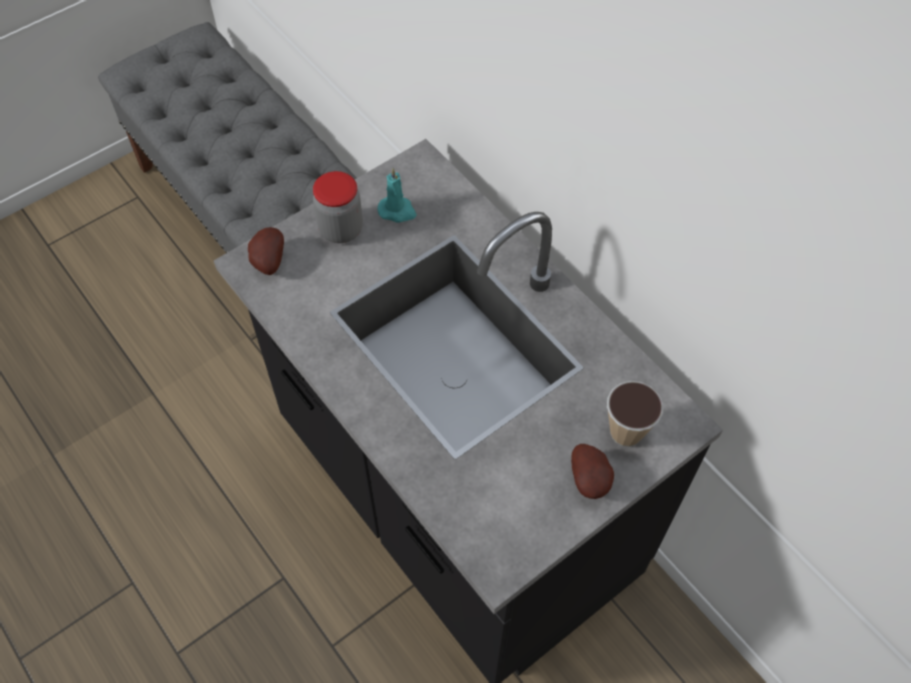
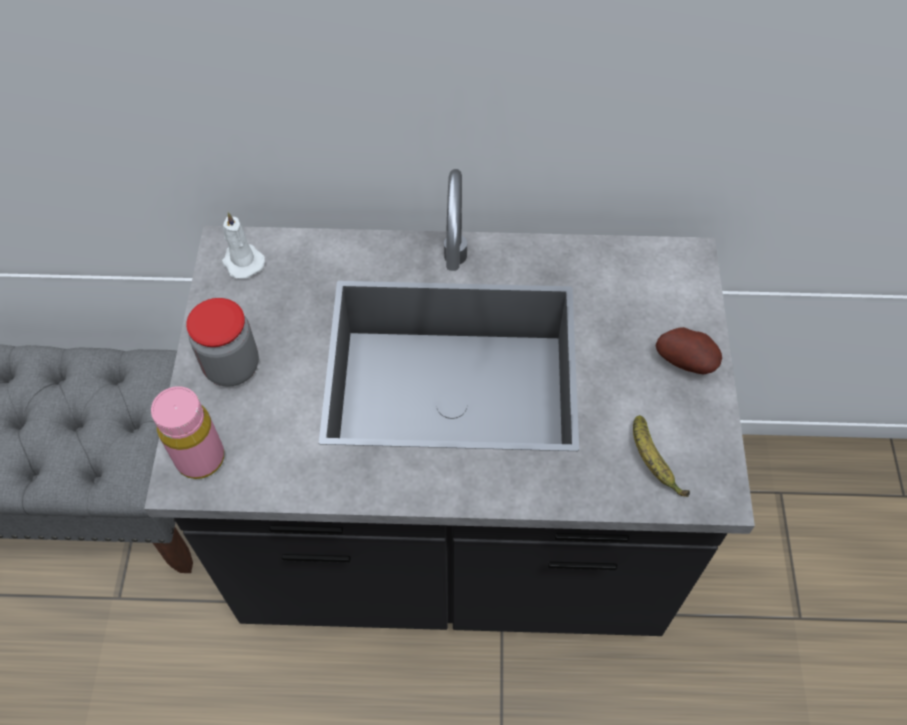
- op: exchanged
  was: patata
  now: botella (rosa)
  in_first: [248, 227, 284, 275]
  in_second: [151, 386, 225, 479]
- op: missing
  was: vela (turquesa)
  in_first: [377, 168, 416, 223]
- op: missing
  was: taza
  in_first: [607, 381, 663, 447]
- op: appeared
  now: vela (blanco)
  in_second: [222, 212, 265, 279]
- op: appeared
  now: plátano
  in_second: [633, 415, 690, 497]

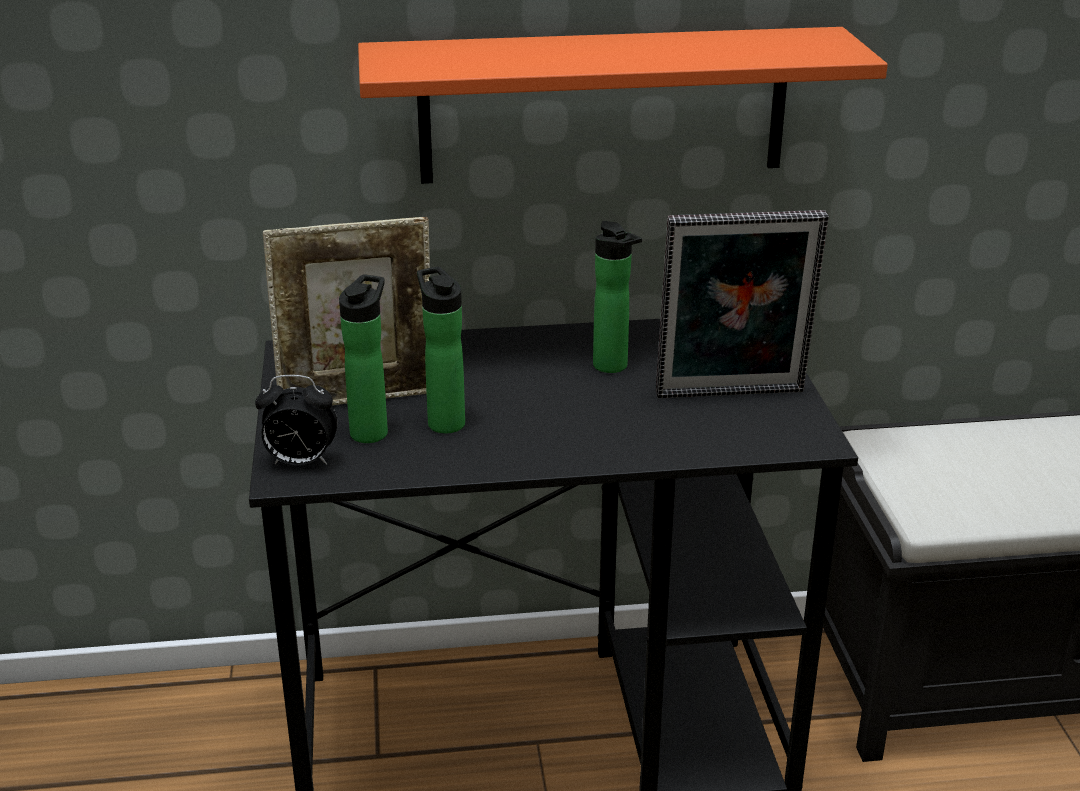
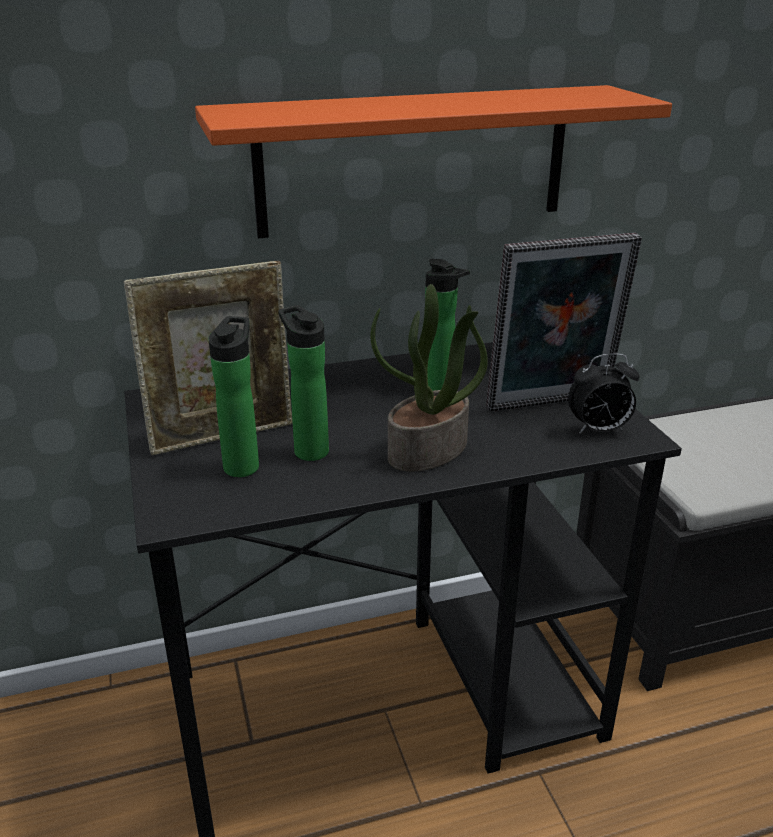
- op: relocated
  was: despertador
  in_first: [255, 375, 338, 465]
  in_second: [568, 353, 640, 434]
- op: appeared
  now: planta en maceta
  in_second: [370, 284, 488, 472]

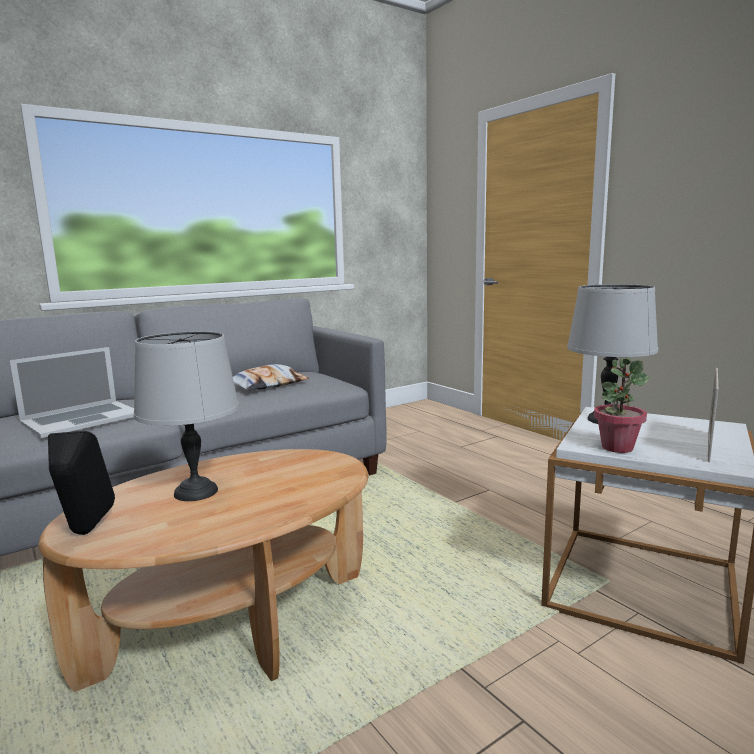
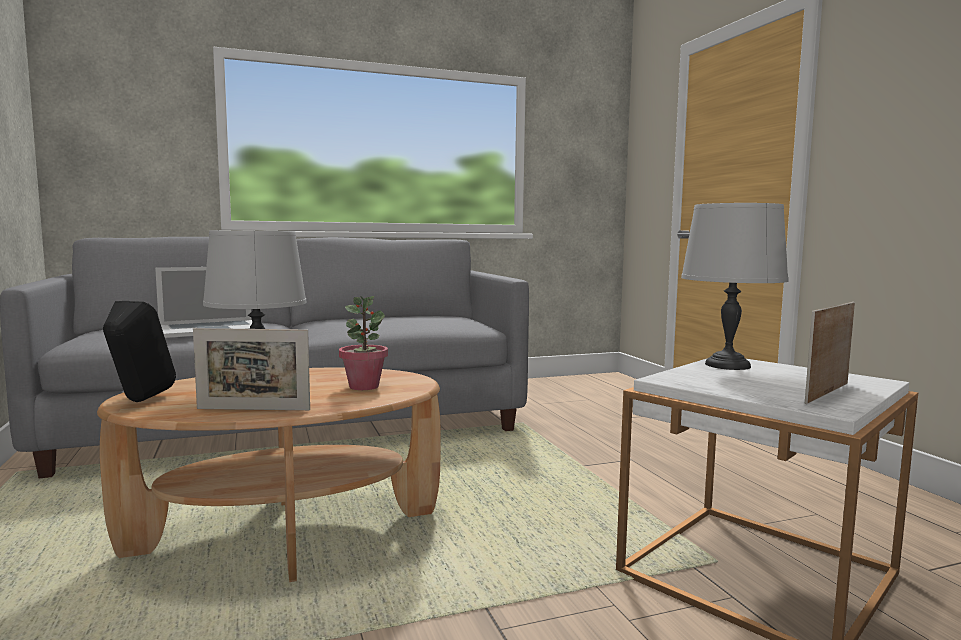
- op: missing
  was: cojín
  in_first: [233, 364, 309, 391]
- op: relocated
  was: planta en maceta
  in_first: [594, 357, 649, 453]
  in_second: [339, 296, 388, 390]
- op: appeared
  now: portarretratos
  in_second: [193, 328, 310, 410]

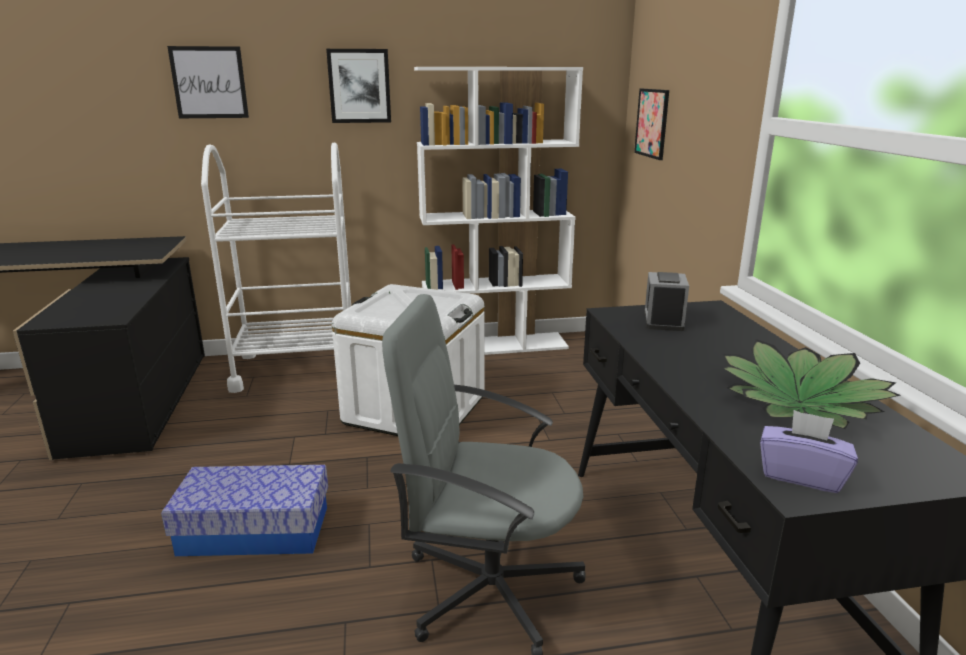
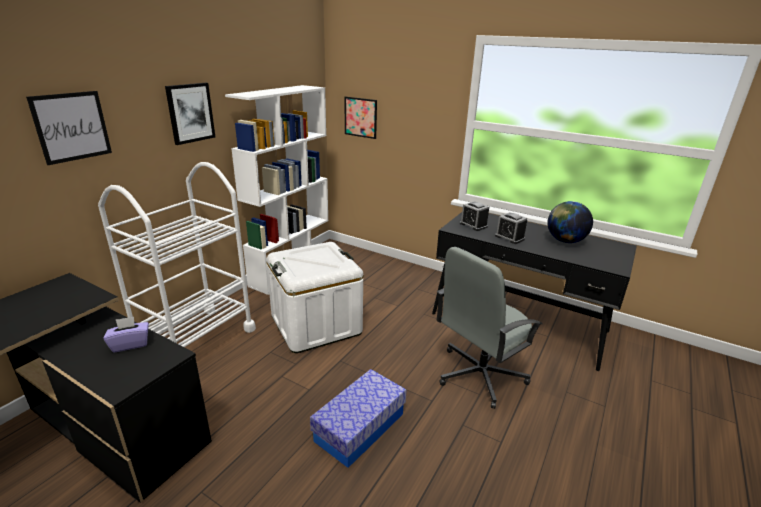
- op: exchanged
  was: planta en maceta
  now: globo terráqueo
  in_first: [722, 339, 901, 429]
  in_second: [547, 201, 593, 243]
- op: relocated
  was: caja de pañuelos (morado)
  in_first: [760, 410, 858, 493]
  in_second: [104, 317, 149, 352]
- op: appeared
  now: despertador
  in_second: [495, 212, 527, 244]

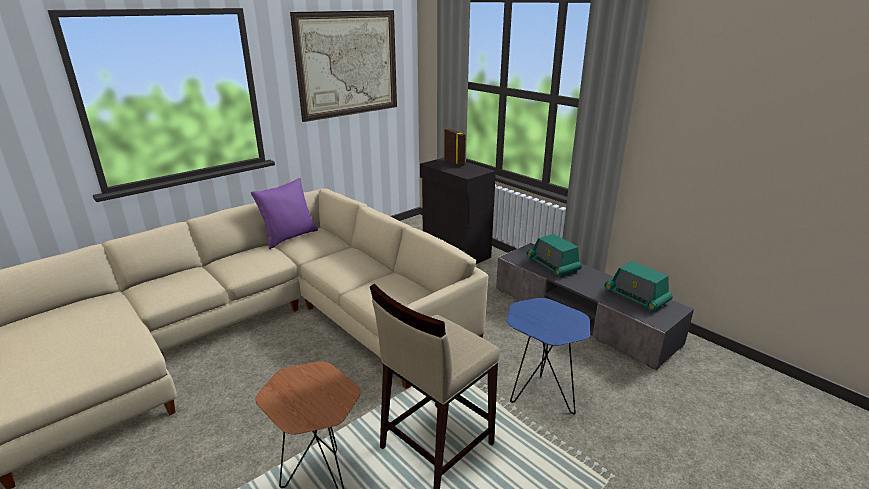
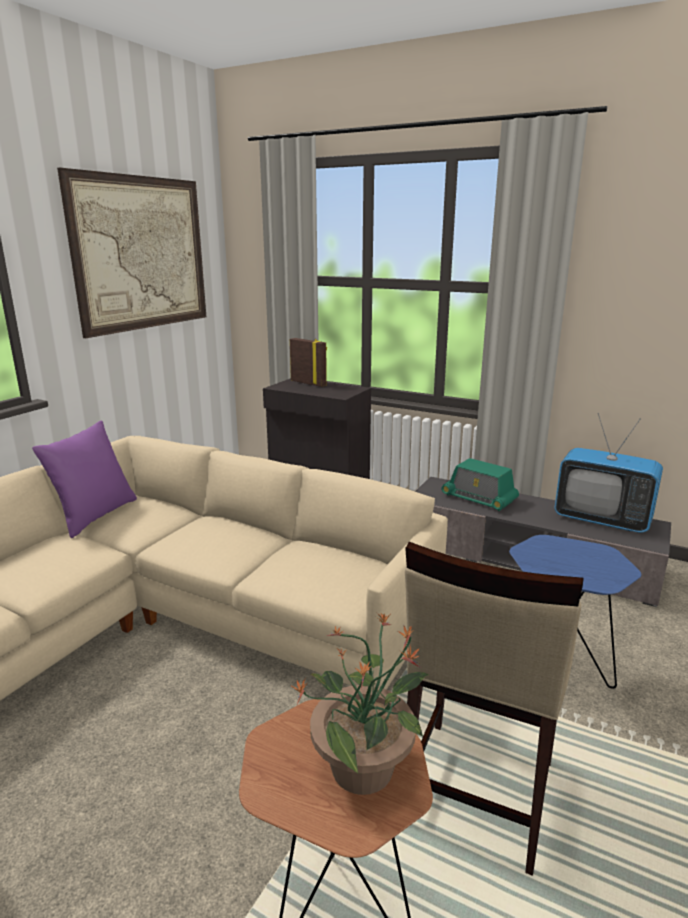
- op: exchanged
  was: radio
  now: televisor
  in_first: [604, 261, 673, 311]
  in_second: [554, 413, 663, 533]
- op: appeared
  now: planta en maceta
  in_second: [290, 613, 428, 795]

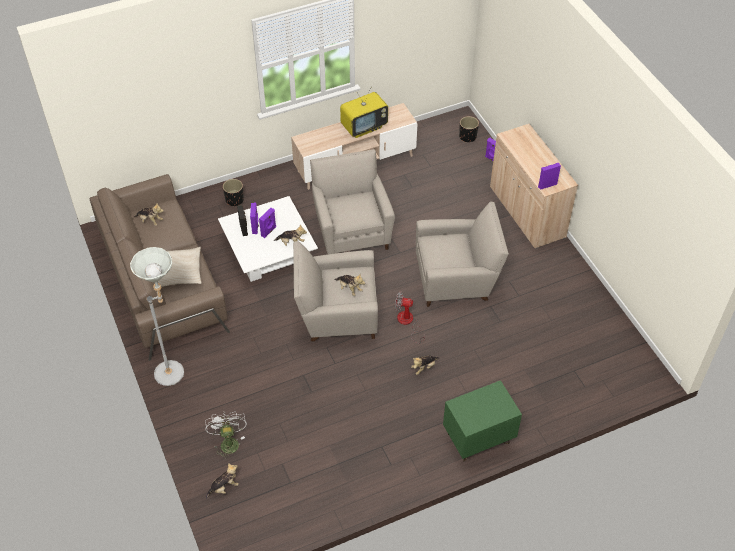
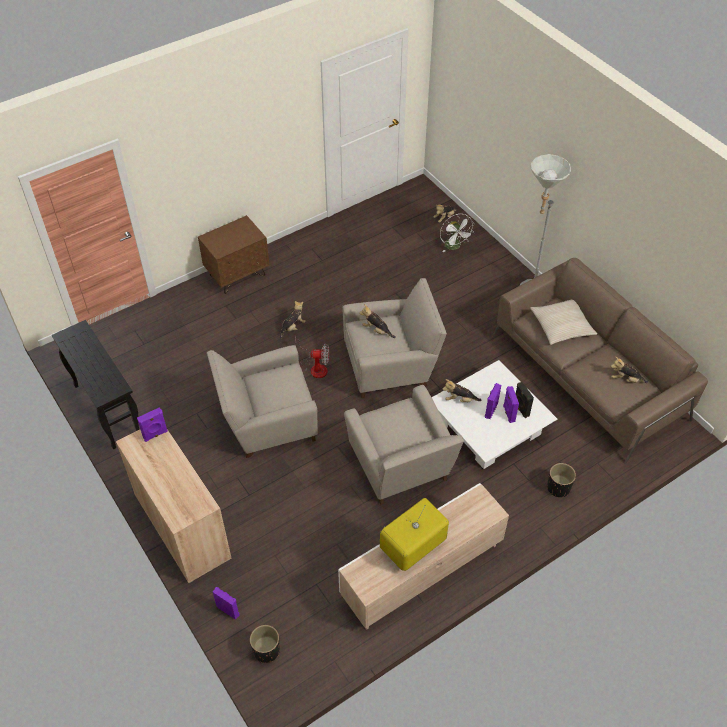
- op: colour
  was: mesita de noche (verde)
  now: mesita de noche (marrón)
  in_first: [443, 380, 522, 462]
  in_second: [198, 215, 270, 294]
- op: appeared
  now: mesa consola (negro)
  in_second: [52, 320, 139, 449]

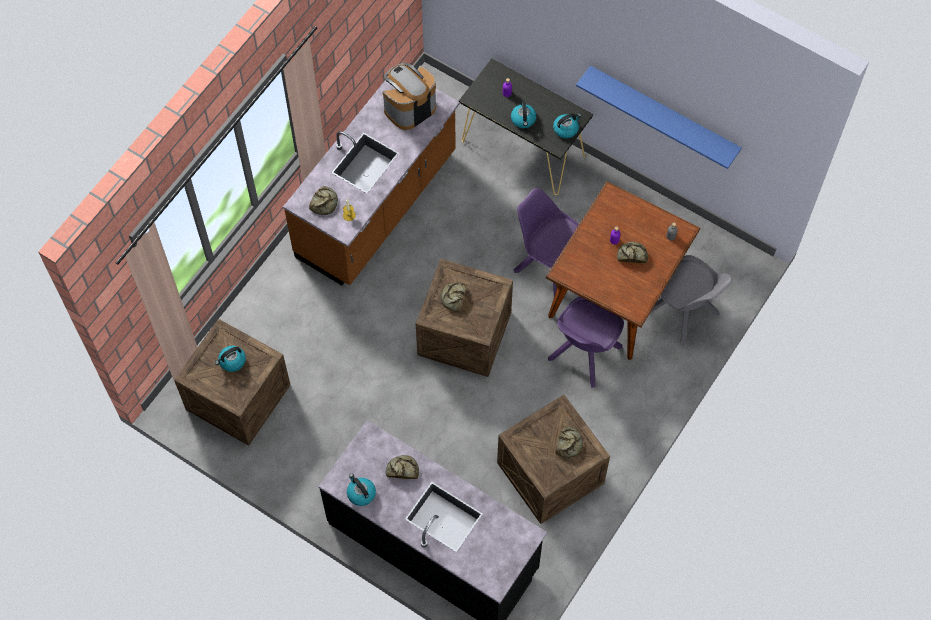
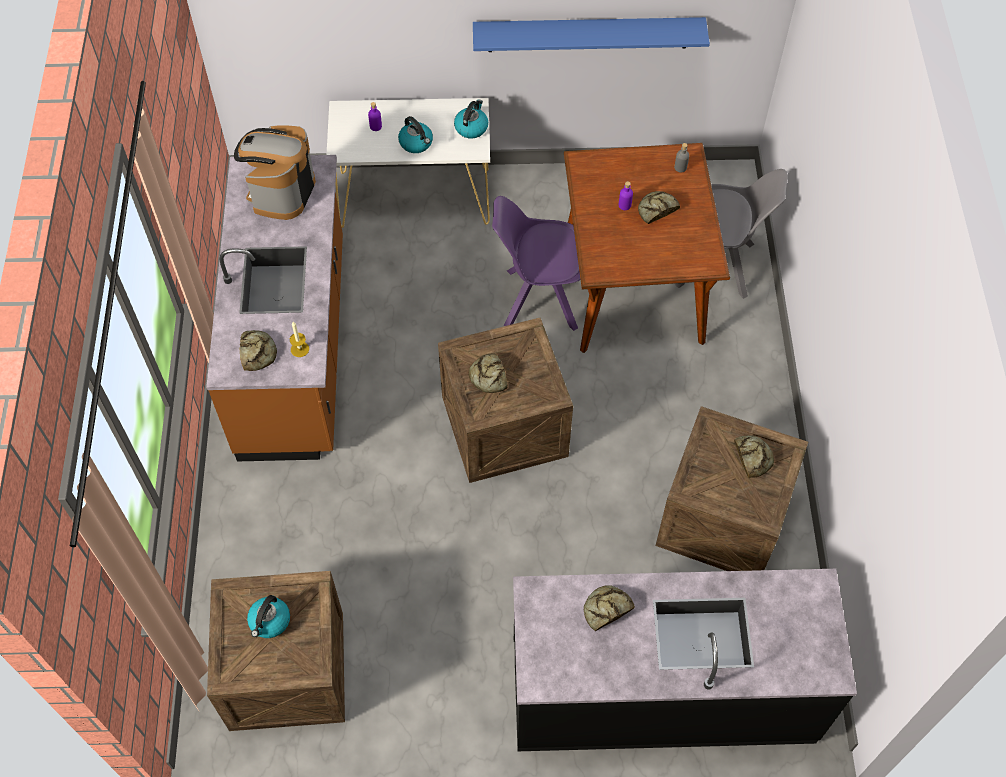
- op: missing
  was: hervidor
  in_first: [347, 474, 376, 506]
- op: colour
  was: mesa consola (negro)
  now: mesa consola (blanco)
  in_first: [459, 59, 593, 195]
  in_second: [326, 98, 490, 228]
- op: missing
  was: silla (morado)
  in_first: [548, 297, 624, 388]

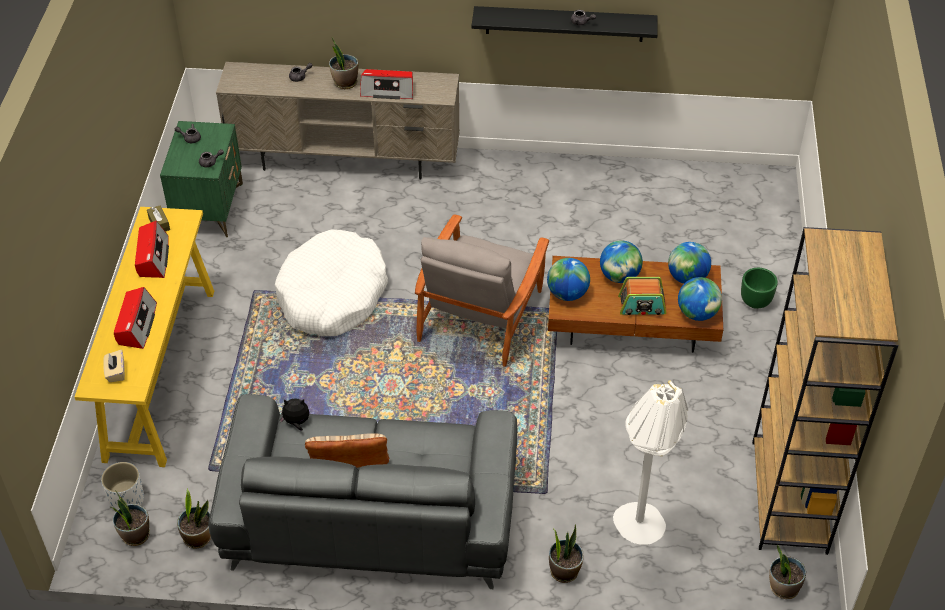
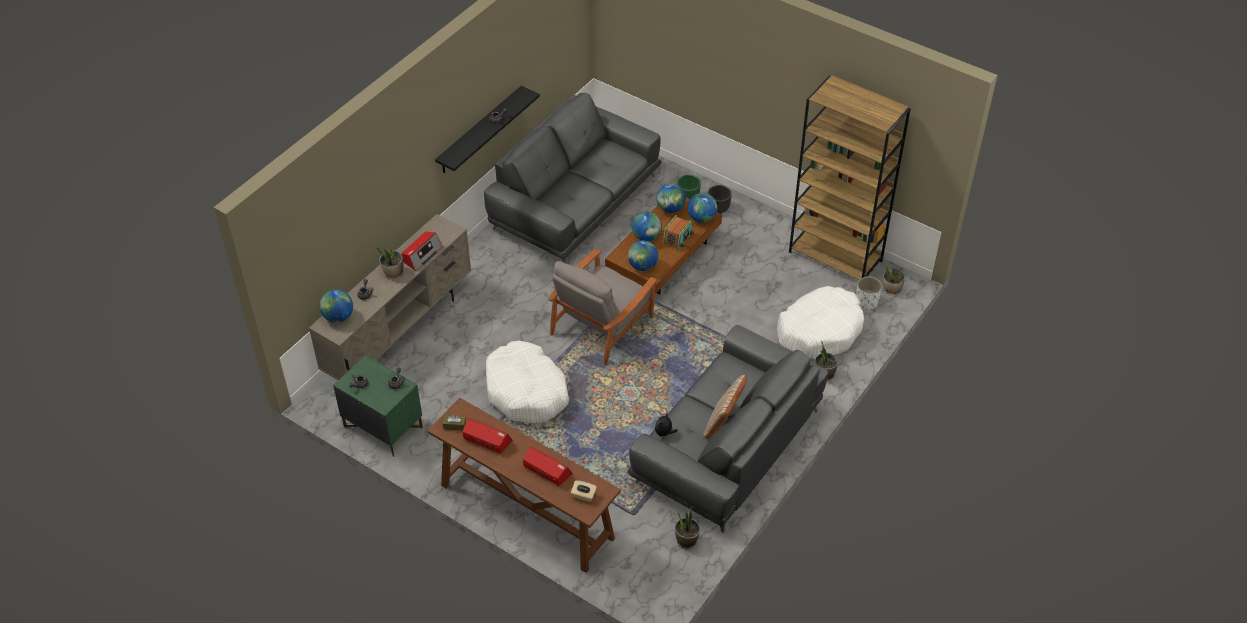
- op: colour
  was: mesa consola (amarillo)
  now: mesa consola (marrón)
  in_first: [75, 207, 214, 467]
  in_second: [427, 398, 621, 573]
- op: relocated
  was: maceta (blanco)
  in_first: [101, 462, 144, 511]
  in_second: [856, 276, 882, 310]
- op: missing
  was: planta en maceta
  in_first: [110, 490, 150, 546]
- op: spun
  was: sillón (gris)
  in_first: [415, 215, 549, 367]
  in_second: [549, 249, 658, 365]
  clockwise: 75
- op: exchanged
  was: lámpara de pie (blanco)
  now: cama para perro (blanco)
  in_first: [613, 381, 688, 545]
  in_second: [777, 286, 864, 359]
- op: appeared
  now: globo terráqueo
  in_second: [320, 290, 353, 323]
- op: appeared
  now: sofá (gris)
  in_second: [484, 93, 661, 263]
- op: appeared
  now: maceta (negro)
  in_second: [708, 185, 732, 213]

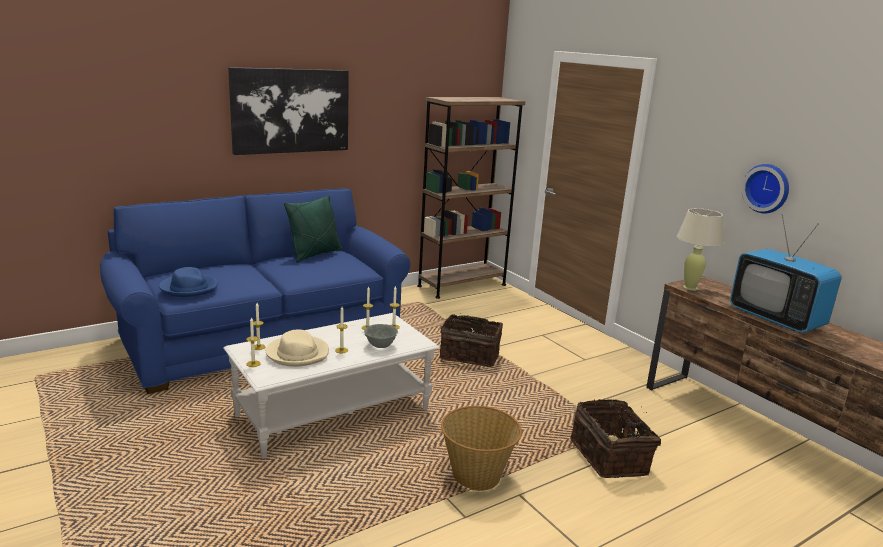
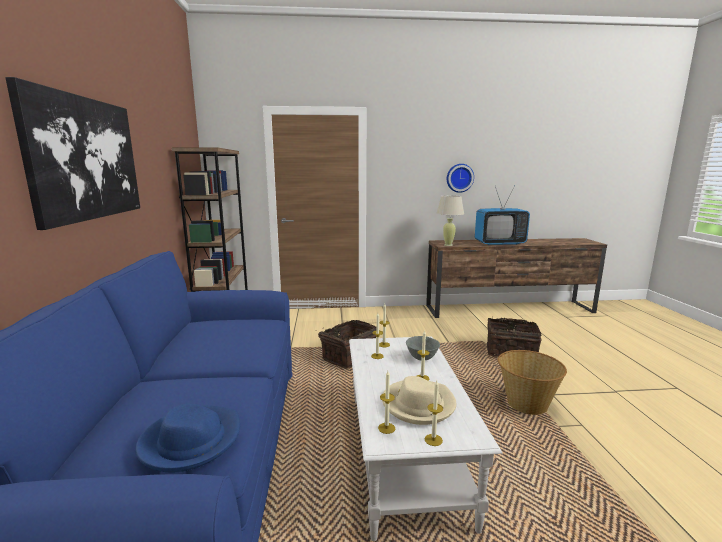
- op: missing
  was: cojín (verde)
  in_first: [284, 195, 342, 263]

